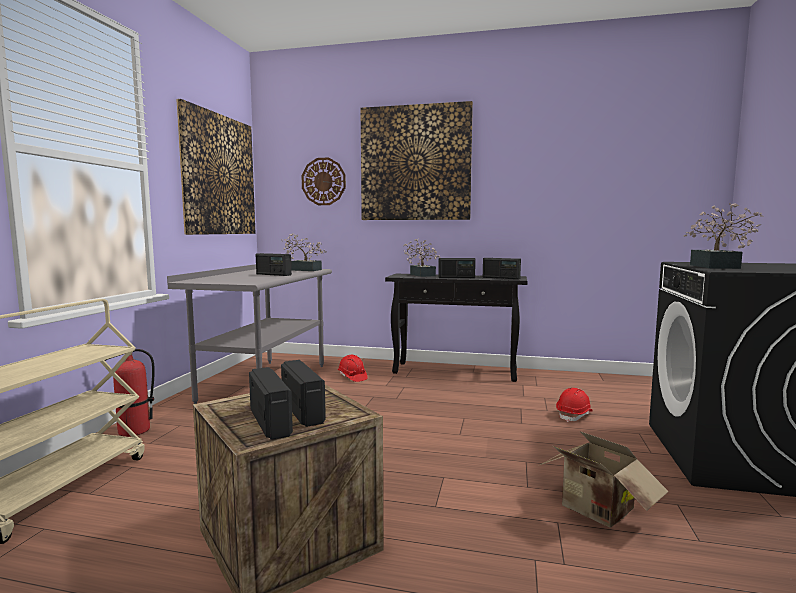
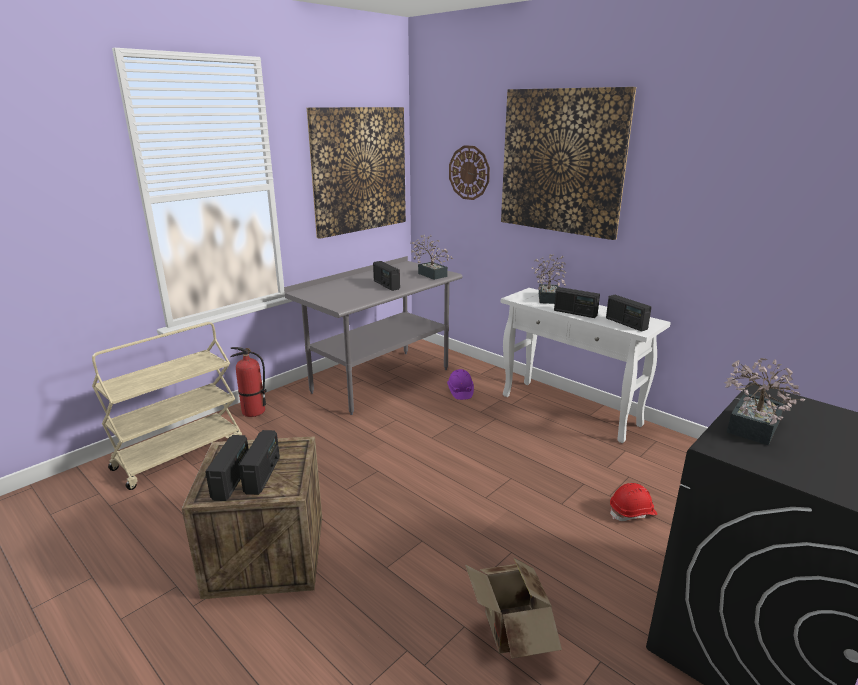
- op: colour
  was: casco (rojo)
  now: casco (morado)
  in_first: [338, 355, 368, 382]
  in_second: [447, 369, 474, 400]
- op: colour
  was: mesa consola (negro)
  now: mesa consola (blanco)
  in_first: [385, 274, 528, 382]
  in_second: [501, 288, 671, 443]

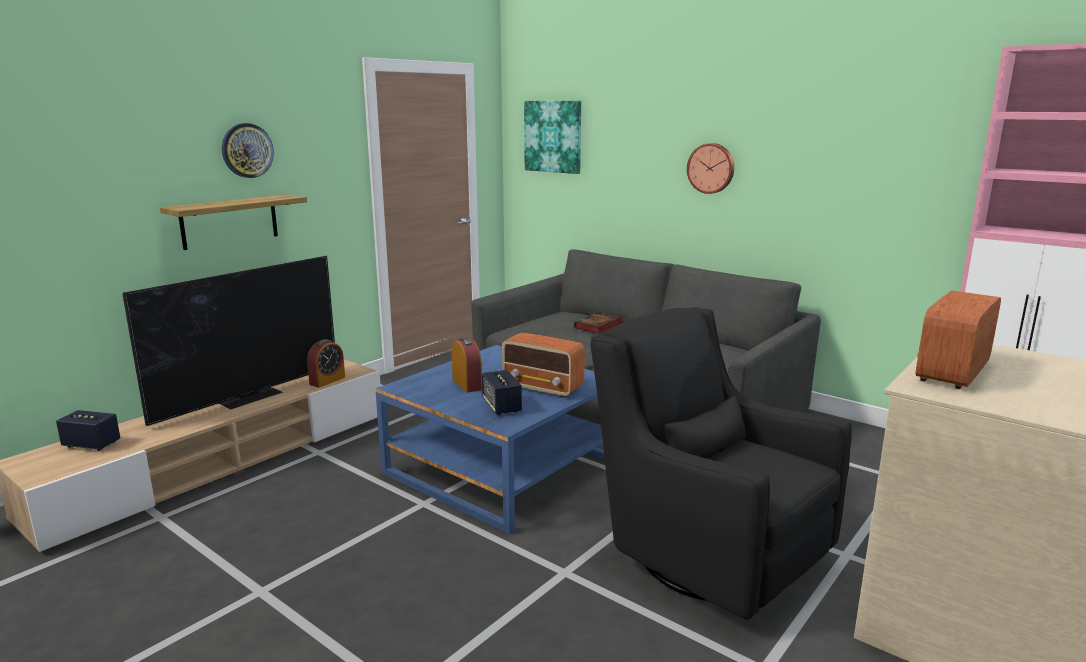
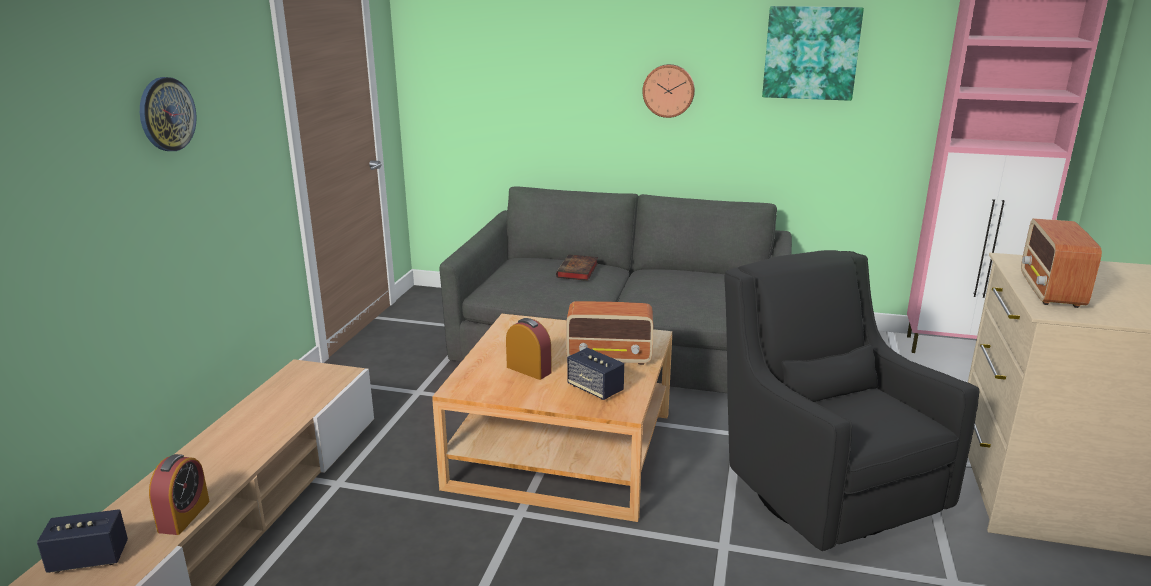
- op: missing
  was: televisor
  in_first: [123, 256, 335, 426]
- op: missing
  was: estante
  in_first: [160, 194, 307, 250]
- op: relocated
  was: despertador
  in_first: [307, 339, 345, 388]
  in_second: [149, 454, 210, 535]
- op: colour
  was: mesa de centro (azul)
  now: mesa de centro (beis)
  in_first: [375, 345, 605, 534]
  in_second: [432, 314, 672, 522]
- op: relocated
  was: cuadro
  in_first: [524, 101, 581, 174]
  in_second: [762, 6, 864, 101]
- op: spun
  was: sillón (negro)
  in_first: [590, 307, 852, 620]
  in_second: [724, 250, 979, 551]
  clockwise: 45

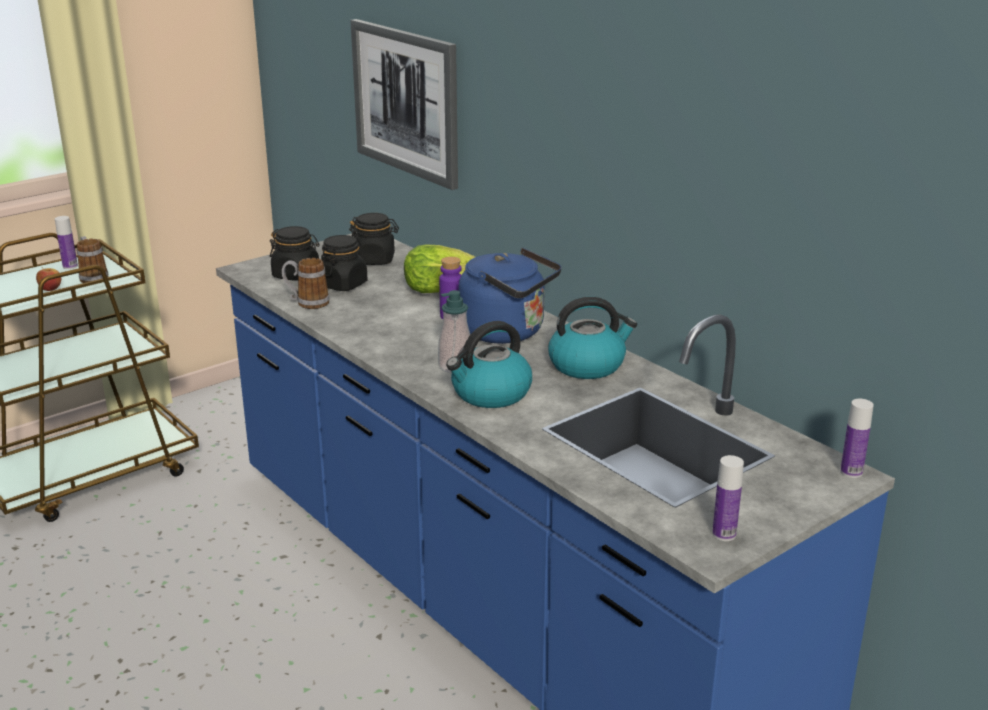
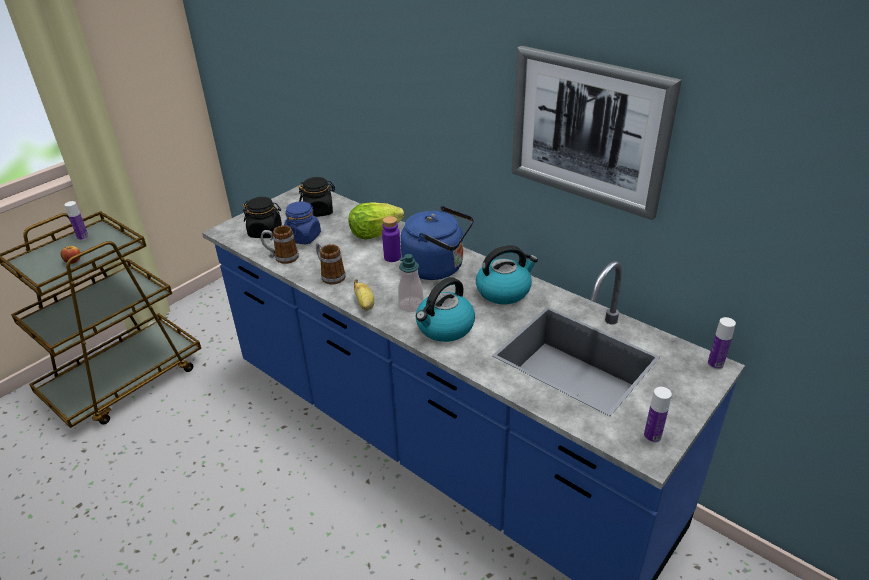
- op: relocated
  was: taza grande
  in_first: [77, 236, 109, 283]
  in_second: [316, 242, 346, 285]
- op: colour
  was: tarro (negro)
  now: tarro (azul)
  in_first: [321, 235, 368, 291]
  in_second: [284, 201, 321, 245]
- op: relocated
  was: cuadro
  in_first: [350, 19, 458, 190]
  in_second: [512, 46, 682, 220]
- op: appeared
  now: plátano
  in_second: [354, 279, 374, 311]

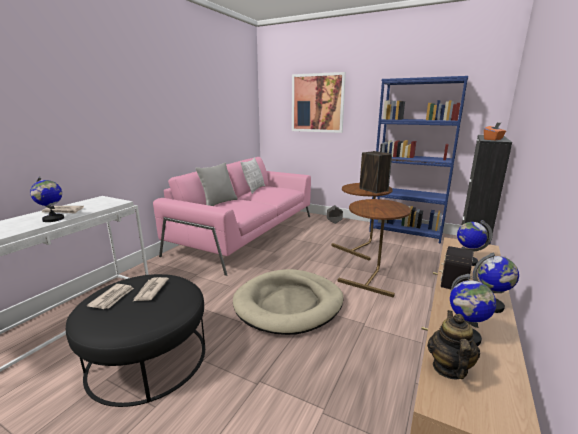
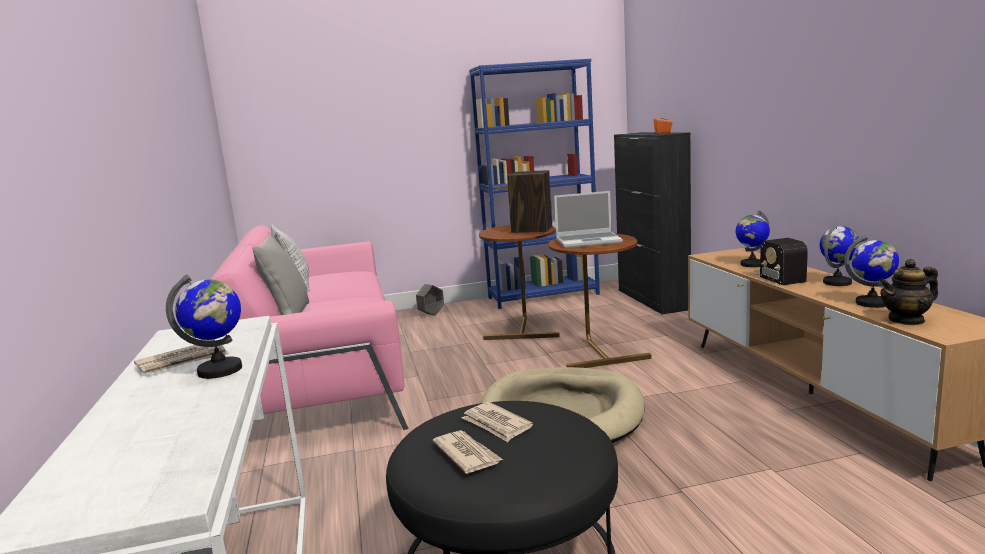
- op: missing
  was: cuadro
  in_first: [292, 72, 346, 133]
- op: spun
  was: tetera
  in_first: [427, 310, 480, 379]
  in_second: [879, 259, 938, 325]
  clockwise: -75
- op: appeared
  now: portátil
  in_second: [554, 191, 623, 248]

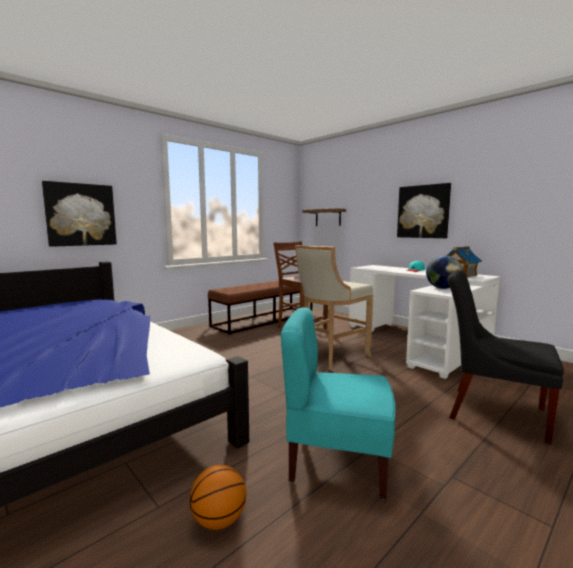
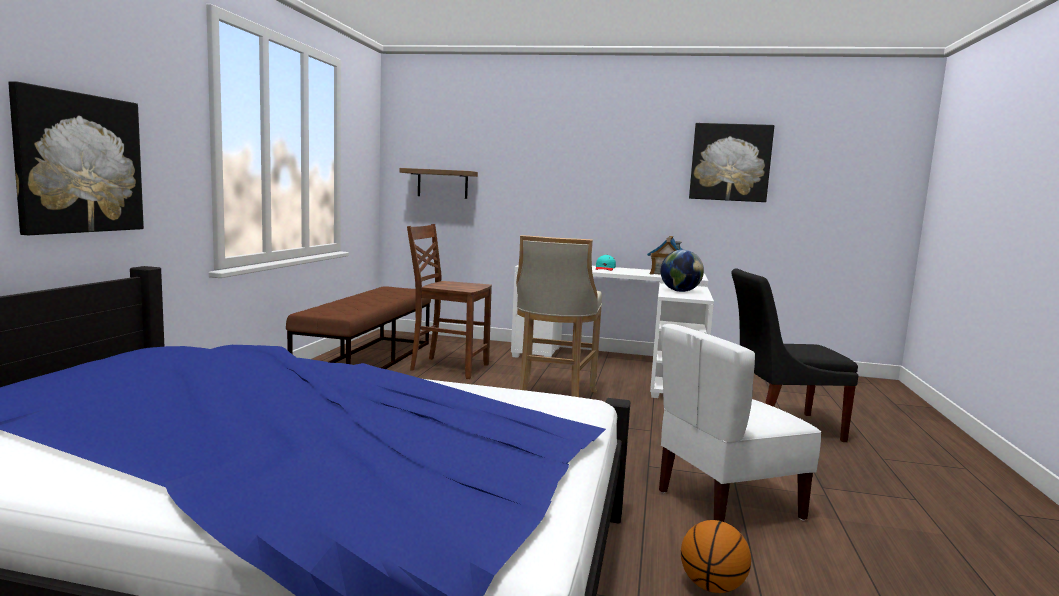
- op: colour
  was: silla (turquesa)
  now: silla (blanco)
  in_first: [281, 307, 396, 500]
  in_second: [659, 324, 821, 522]
- op: relocated
  was: cuadro
  in_first: [397, 183, 451, 238]
  in_second: [689, 123, 774, 202]

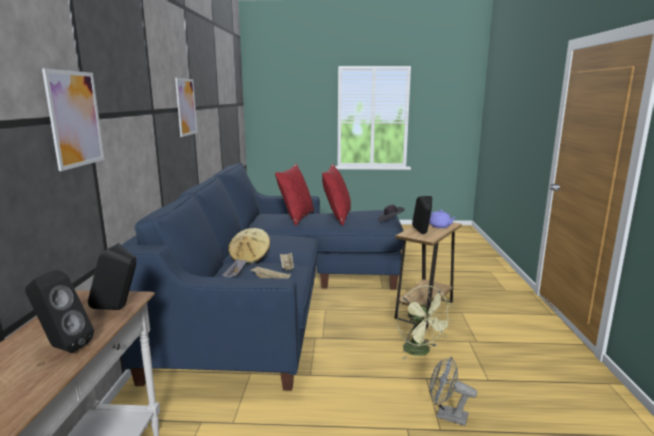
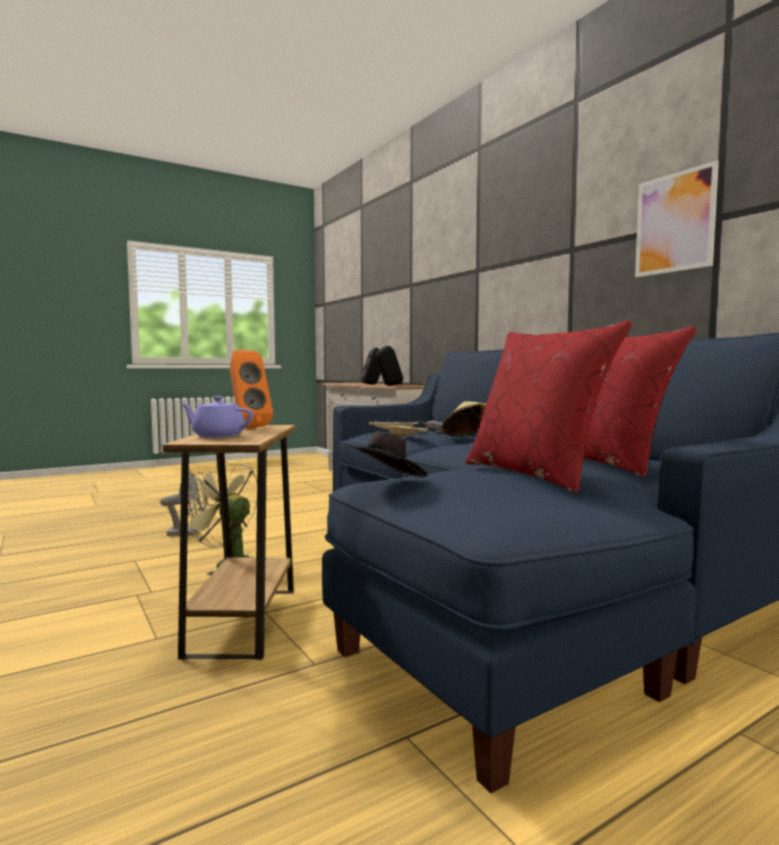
- op: missing
  was: cuadro
  in_first: [42, 68, 105, 171]
- op: colour
  was: altavoz (negro)
  now: altavoz (naranja)
  in_first: [412, 196, 432, 234]
  in_second: [230, 350, 273, 428]

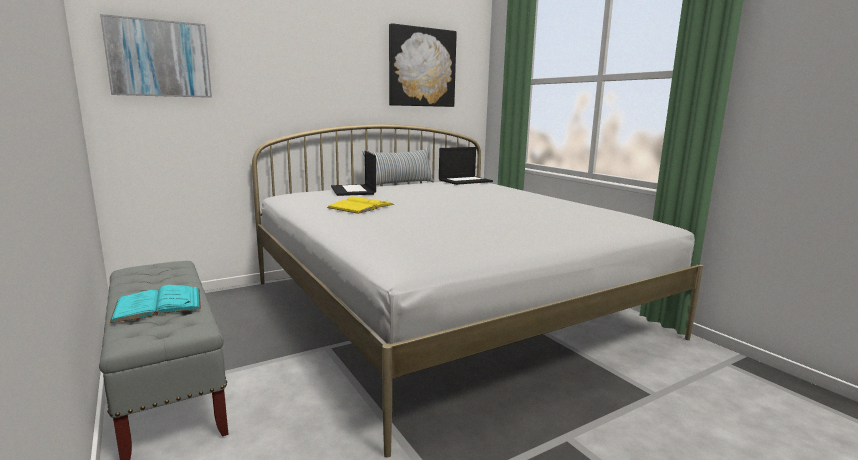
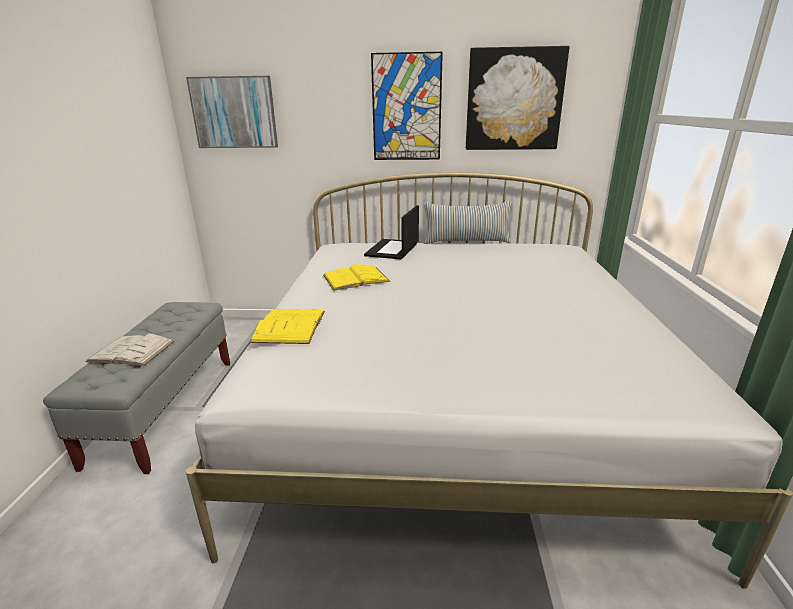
- op: colour
  was: libro (turquesa)
  now: libro (blanco)
  in_first: [110, 285, 201, 323]
  in_second: [85, 334, 174, 366]
- op: missing
  was: portátil
  in_first: [439, 147, 493, 185]
- op: appeared
  now: libro (amarillo)
  in_second: [250, 309, 325, 344]
- op: appeared
  now: cuadro
  in_second: [371, 52, 443, 160]

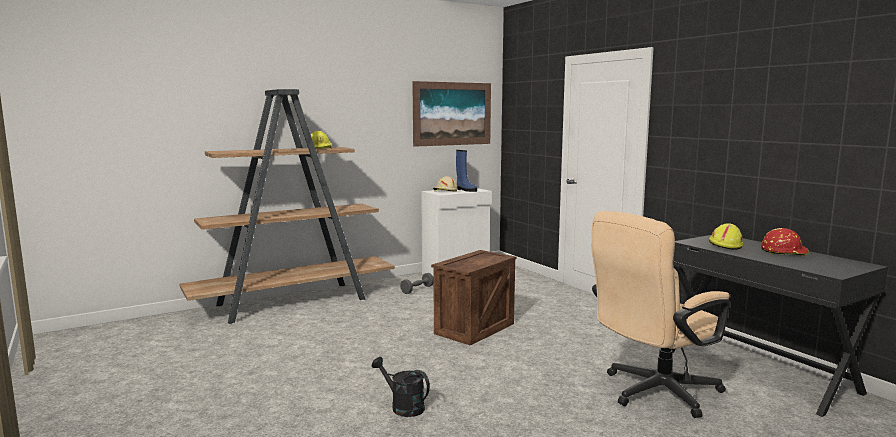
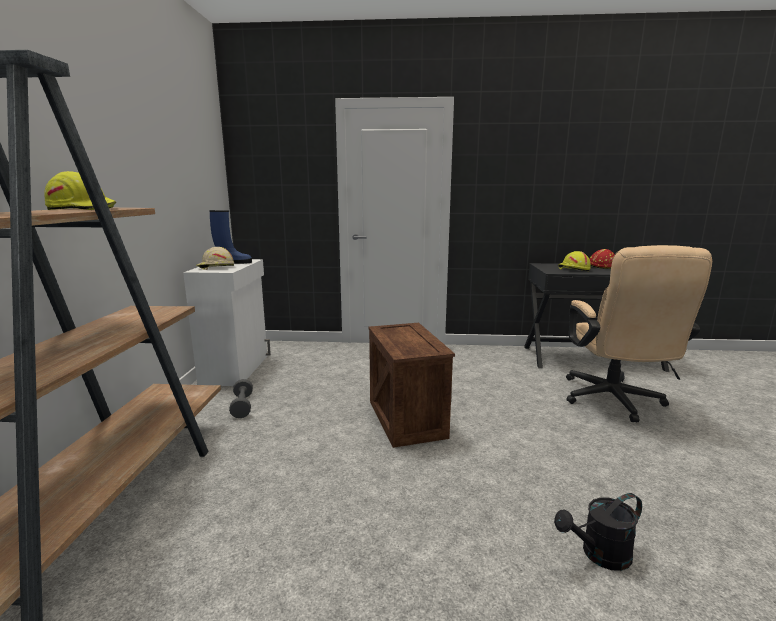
- op: missing
  was: cuadro
  in_first: [412, 81, 491, 147]

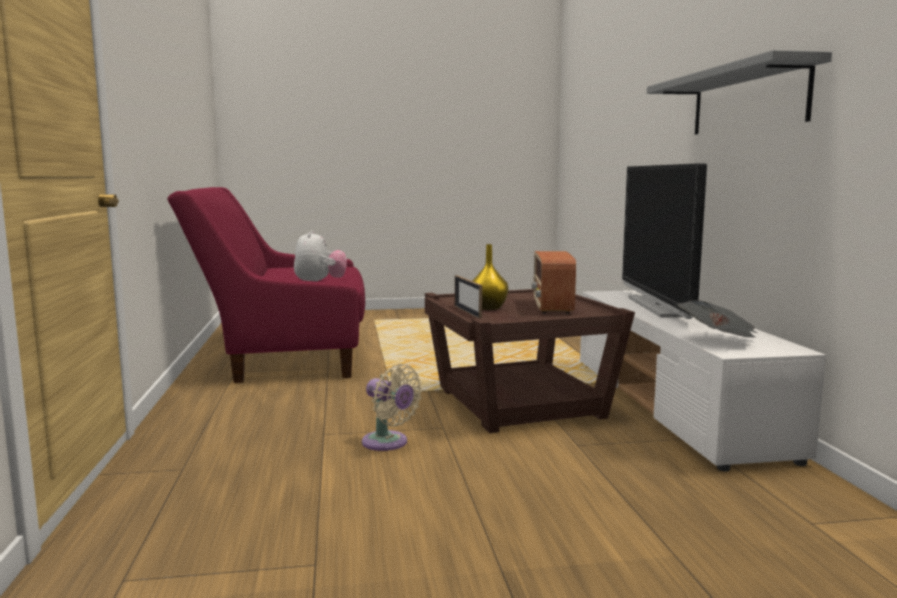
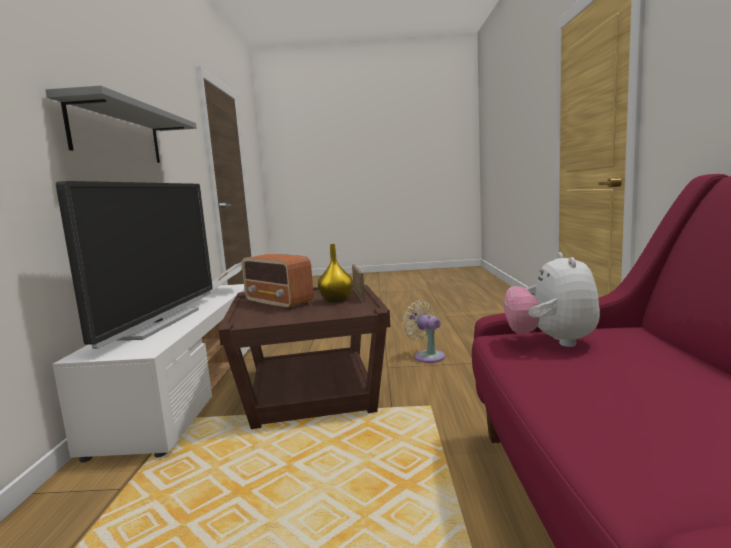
- op: spun
  was: radio
  in_first: [532, 251, 576, 313]
  in_second: [242, 254, 313, 309]
  clockwise: 120

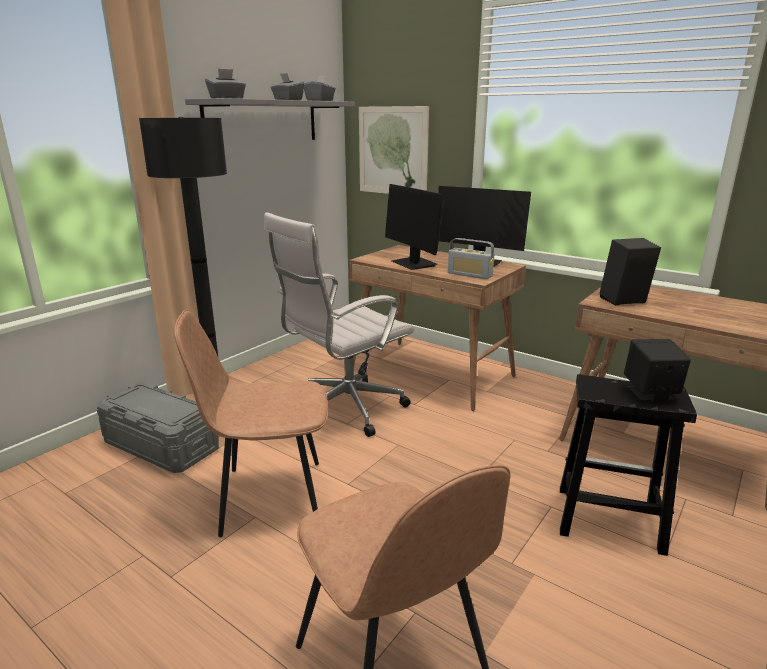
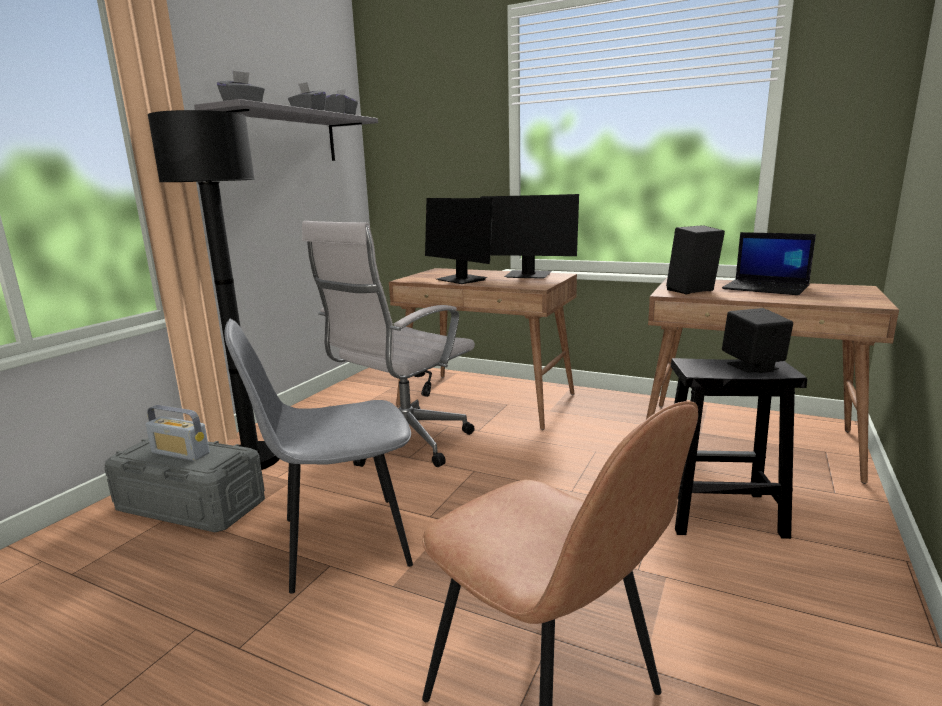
- op: colour
  was: silla (marrón)
  now: silla (gris)
  in_first: [174, 310, 328, 537]
  in_second: [225, 318, 413, 594]
- op: missing
  was: cuadro
  in_first: [359, 106, 429, 194]
- op: relocated
  was: radio
  in_first: [448, 238, 494, 279]
  in_second: [146, 405, 210, 461]
- op: appeared
  now: portátil
  in_second: [722, 232, 816, 295]

